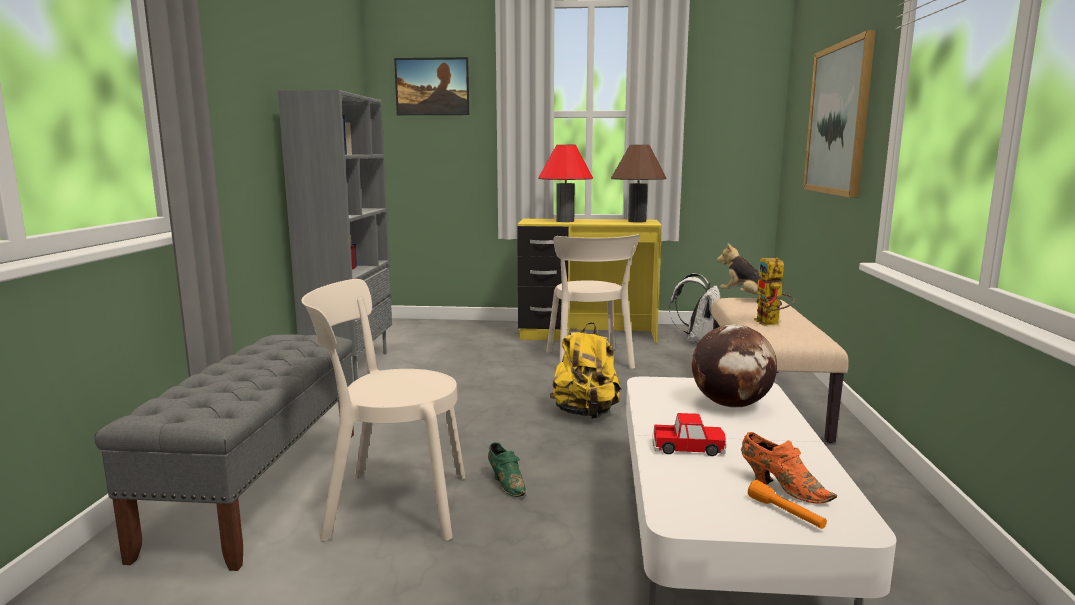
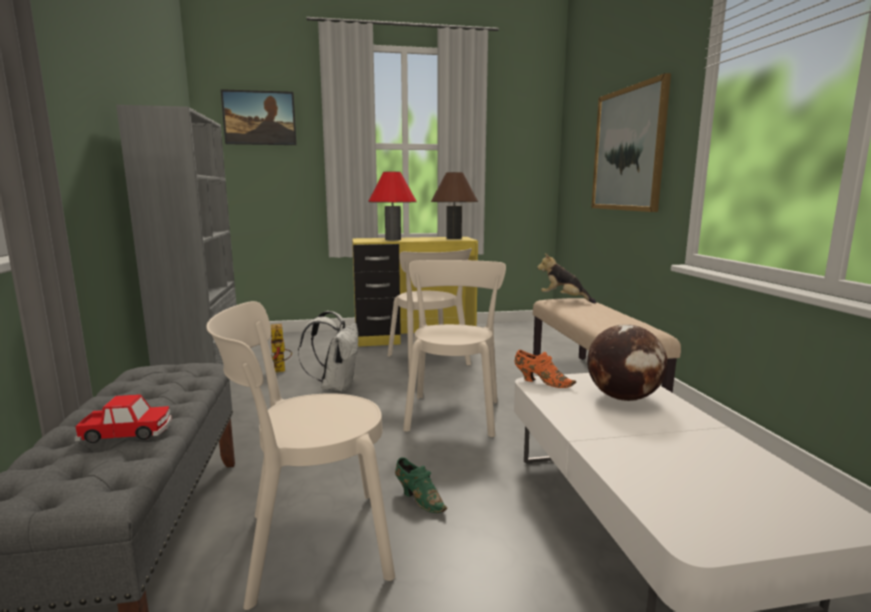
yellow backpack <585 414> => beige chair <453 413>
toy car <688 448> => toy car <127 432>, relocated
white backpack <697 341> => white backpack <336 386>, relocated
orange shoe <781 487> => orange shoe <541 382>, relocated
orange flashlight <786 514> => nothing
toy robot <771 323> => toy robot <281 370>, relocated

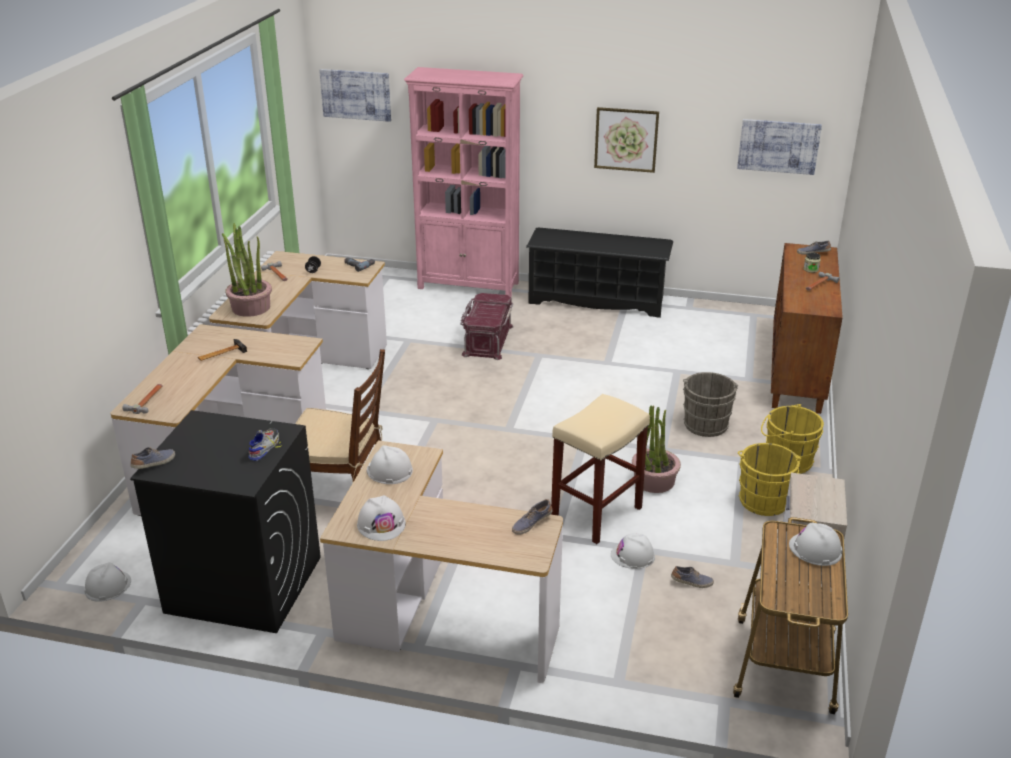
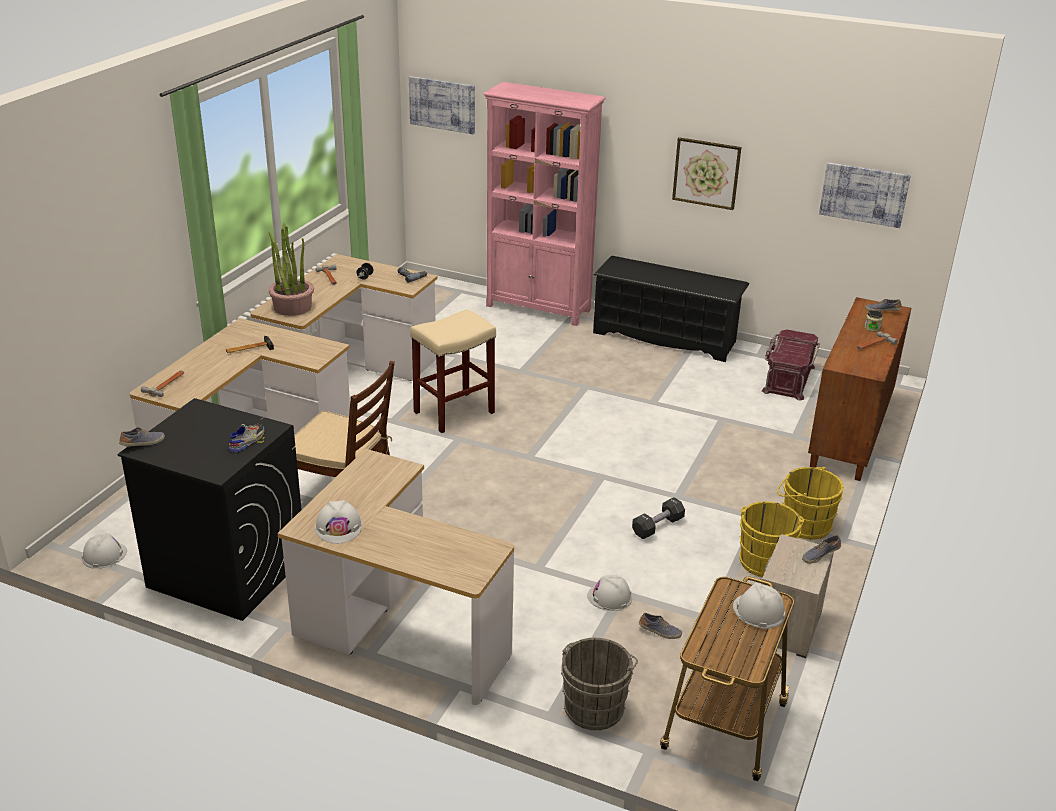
white hard hat <389 470> => nothing
red storage box <487 340> => red storage box <787 379>, relocated
shoe <531 523> => shoe <820 555>, relocated
beige stool <596 514> => beige stool <453 413>, relocated
potted plant <653 481> => black dumbbell <657 526>
grey bucket <705 423> => grey bucket <595 706>, relocated

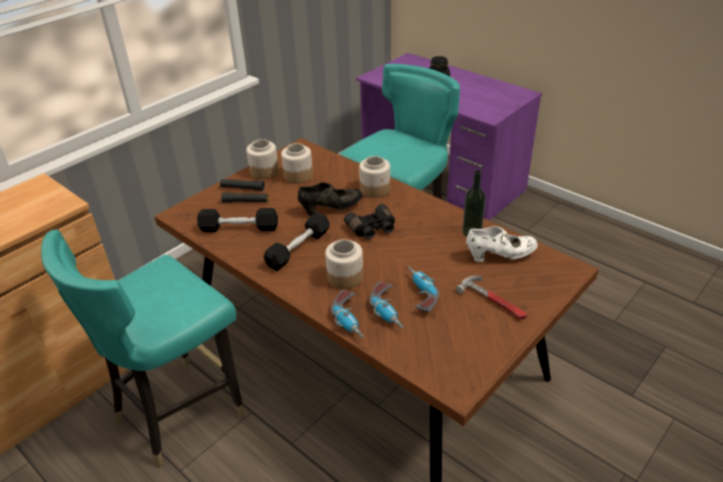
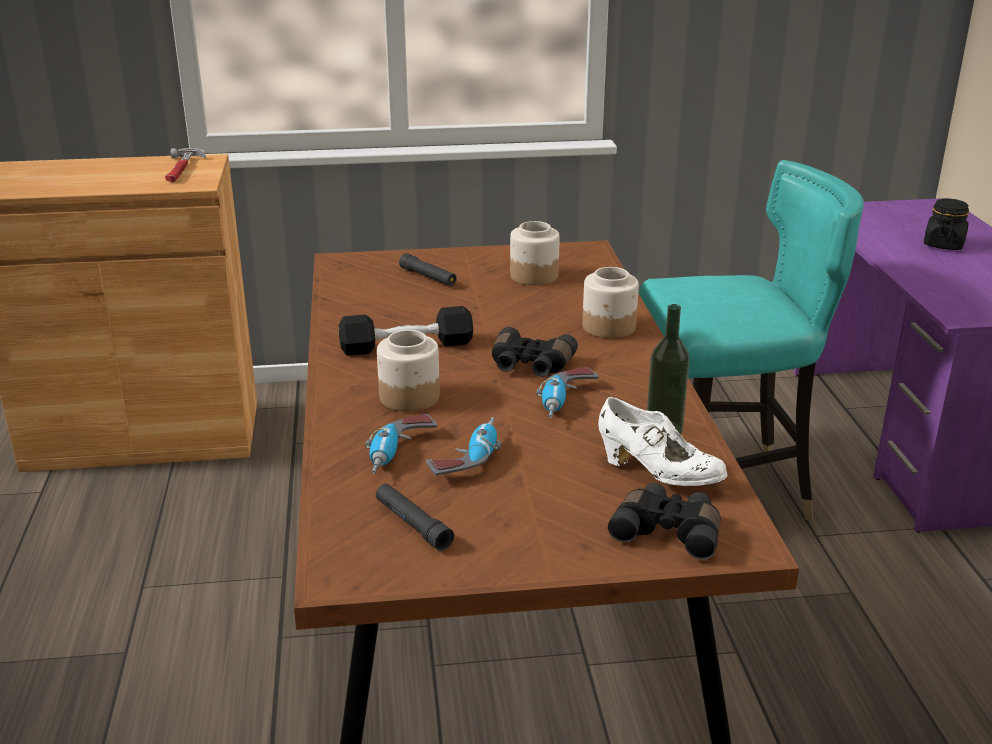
turquoise chair <180 412> => nothing
black dumbbell <239 228> => nothing
black flashlight <242 188> => black flashlight <413 524>, relocated
jar <264 171> => nothing
black shoe <331 209> => nothing
power drill <351 320> => power drill <566 403>, relocated
hammer <494 301> => hammer <182 169>, relocated
nothing => black binoculars <668 531>

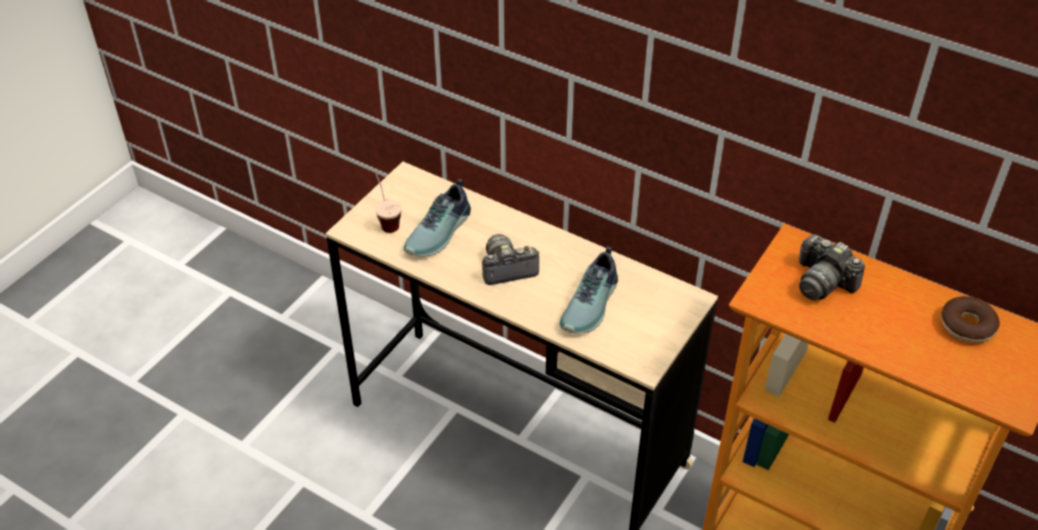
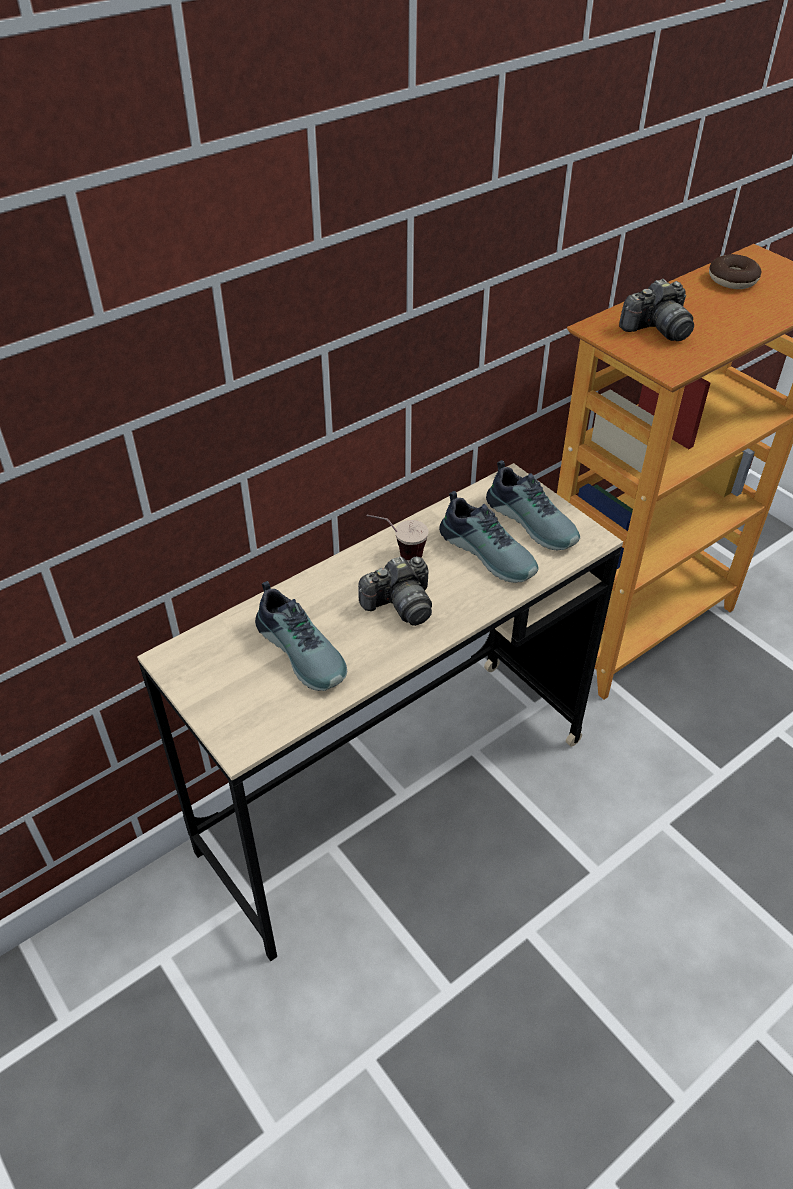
cup <386 220> => cup <397 555>, relocated
photo camera <507 269> => photo camera <400 605>, 120 degrees counterclockwise
nothing => shoe <533 521>

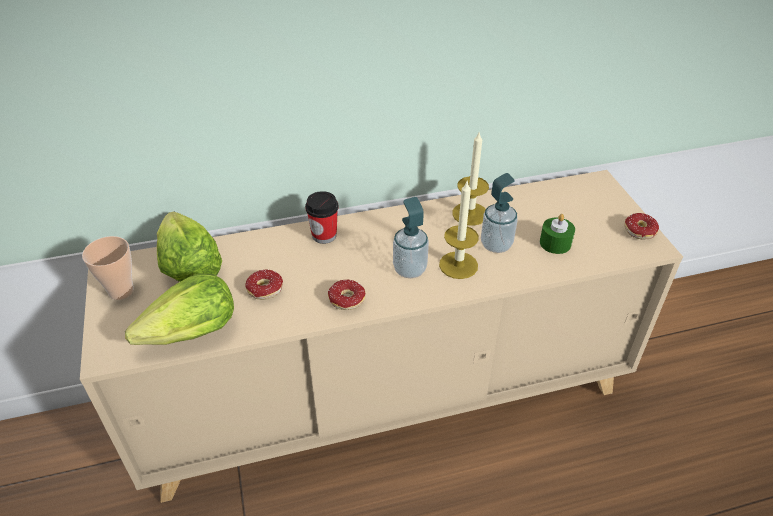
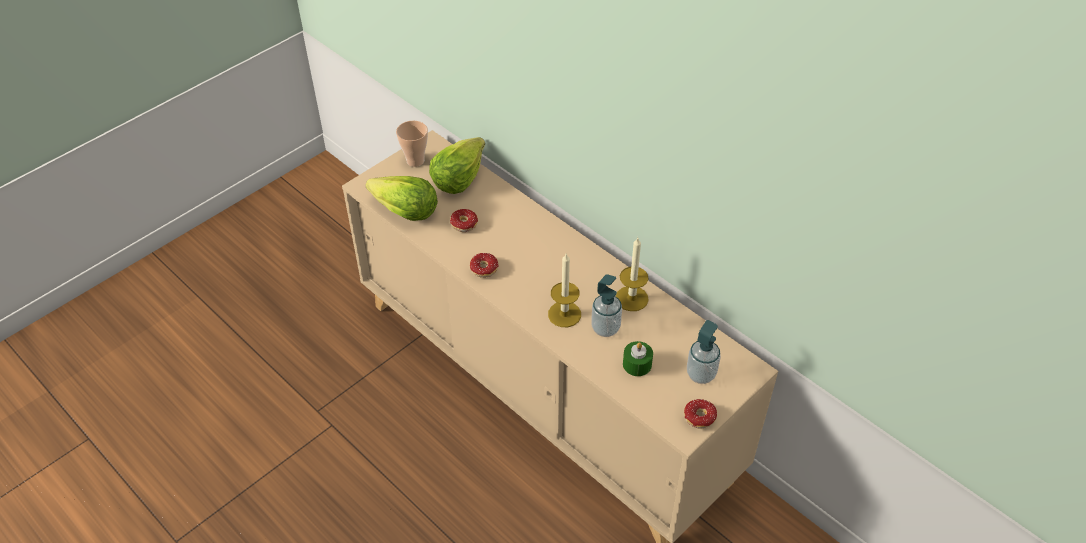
cup <324 235> => nothing
soap dispenser <410 269> => soap dispenser <701 374>, relocated

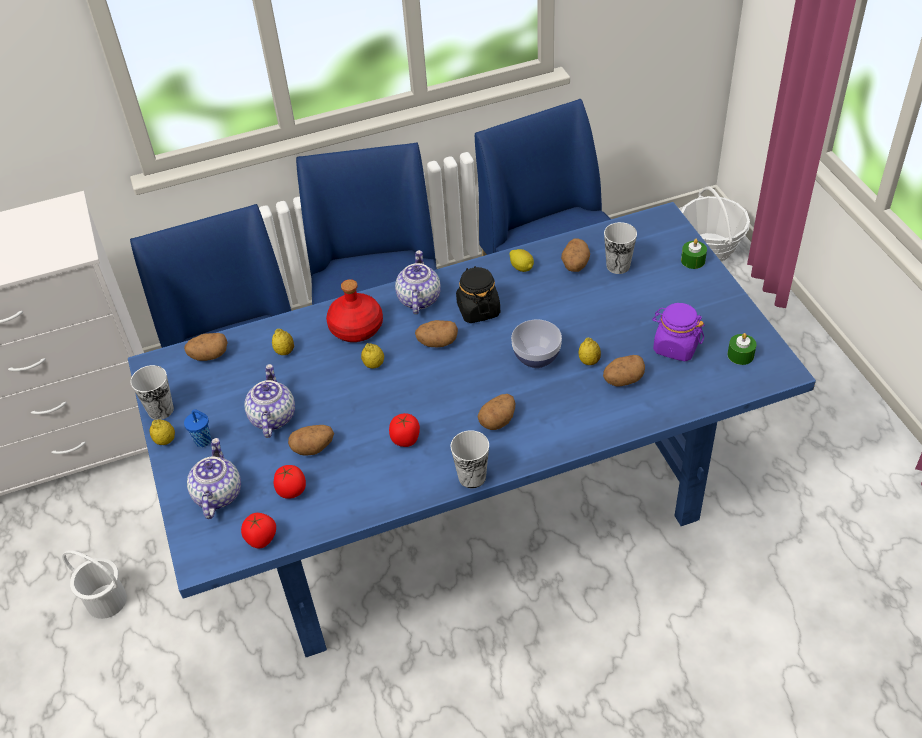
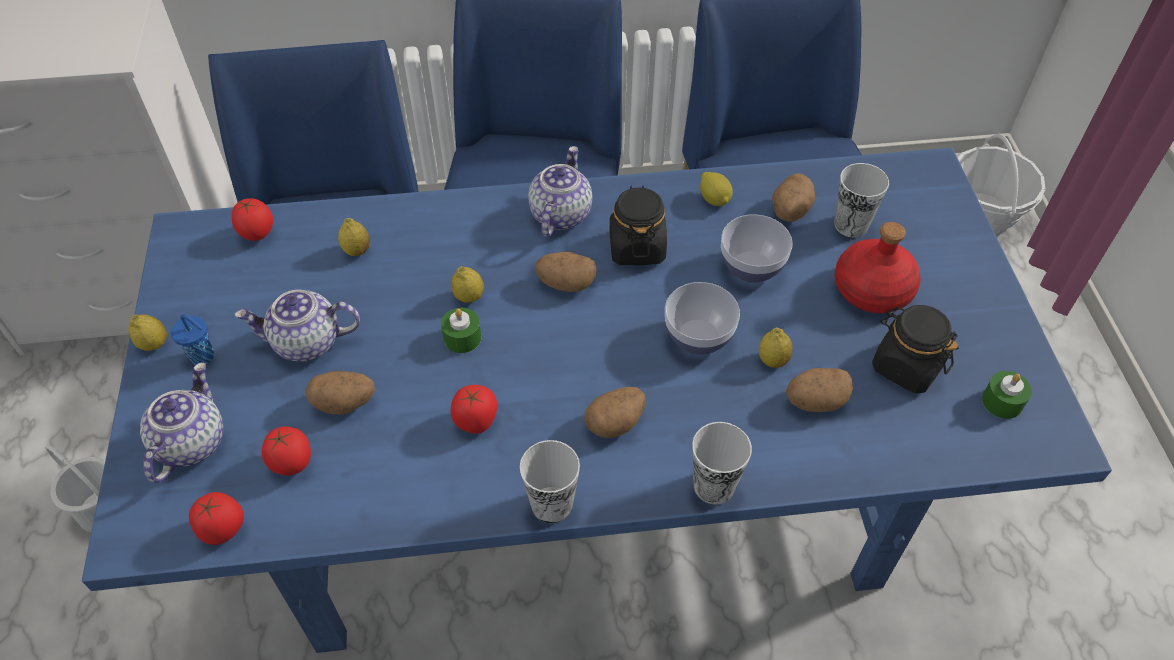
cup <160 410> => cup <713 486>, relocated
potato <209 355> => tomato <257 234>
teapot <272 417> => teapot <306 343>, 105 degrees counterclockwise
red bottle <356 327> => red bottle <871 289>, relocated
purple jar <675 347> => black jar <906 366>
green candle <693 260> => green candle <462 337>, relocated
nothing => bowl <751 268>

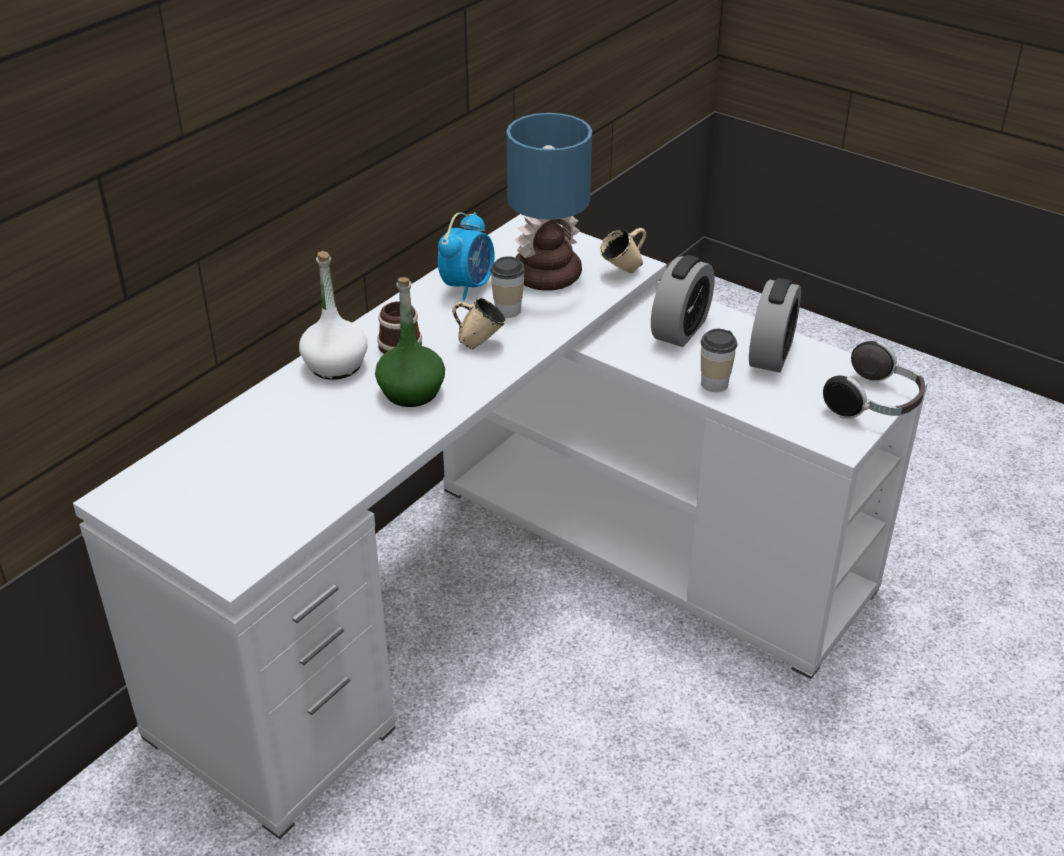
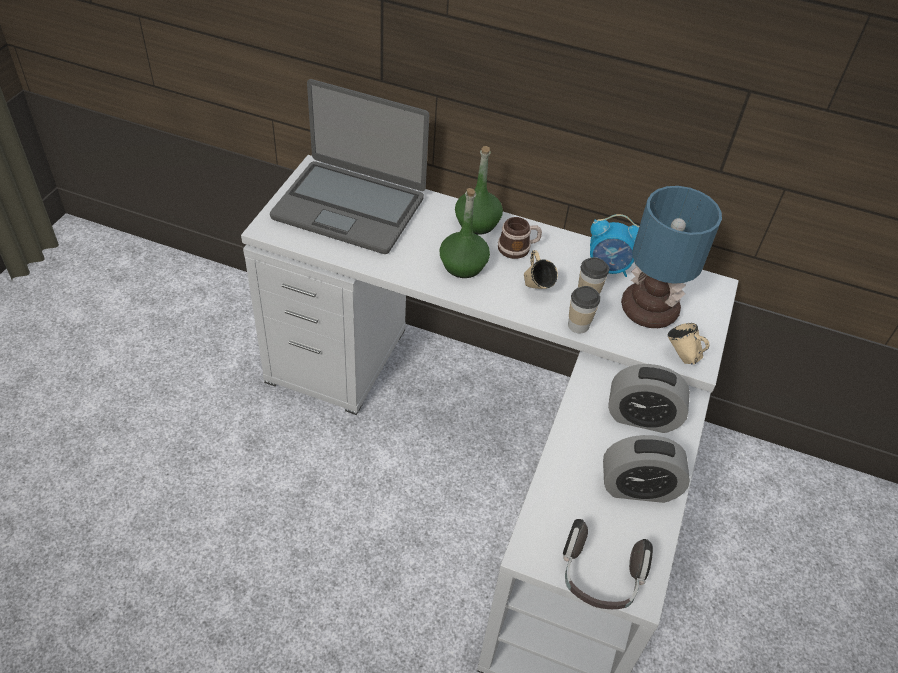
white bottle <336 365> => green bottle <477 223>
cup <714 384> => cup <578 325>, relocated
nothing => laptop <350 207>

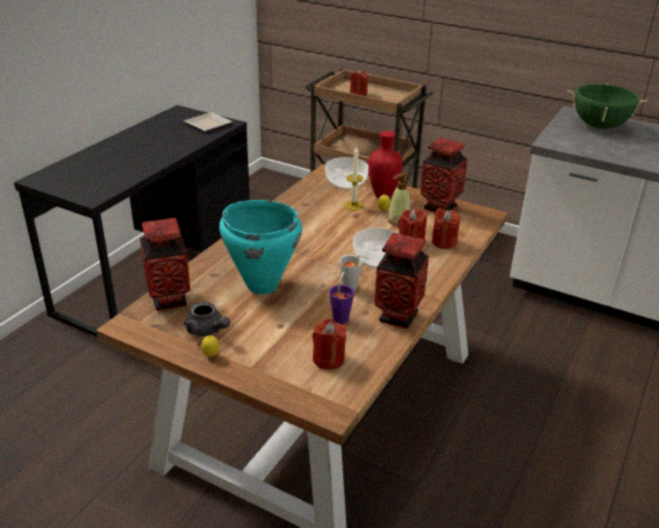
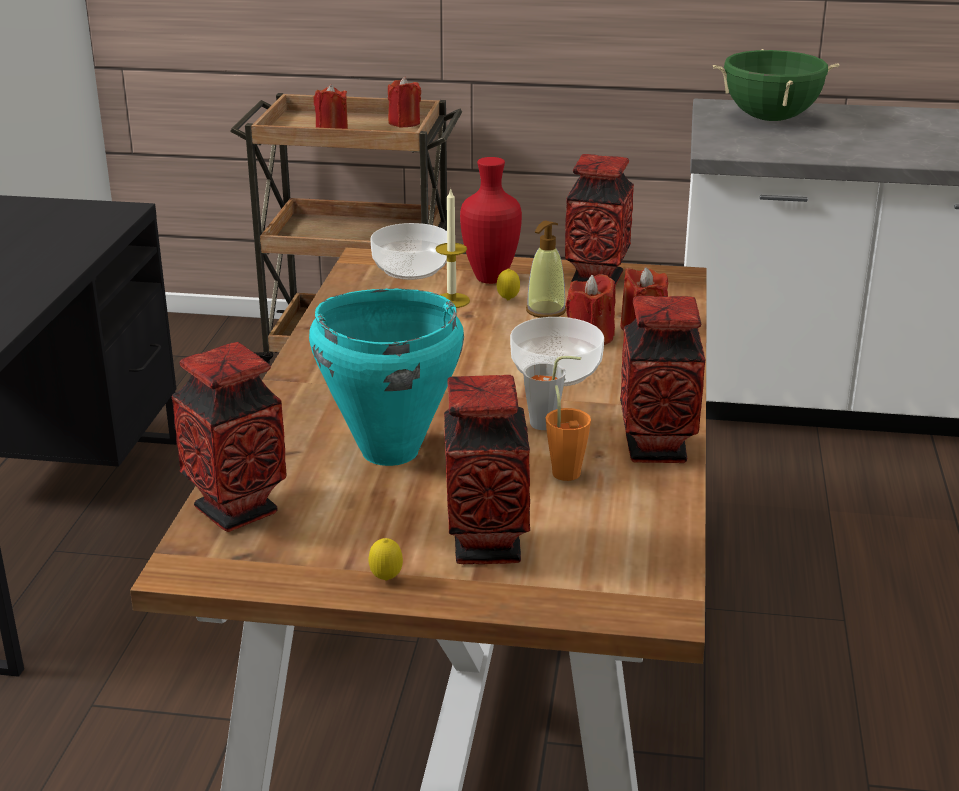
grey teapot <207 330> => nothing
plate <206 124> => nothing
red candle <328 359> => red candle <404 123>, relocated
purple cup <341 317> => orange cup <565 469>
nothing => vase <486 547>

